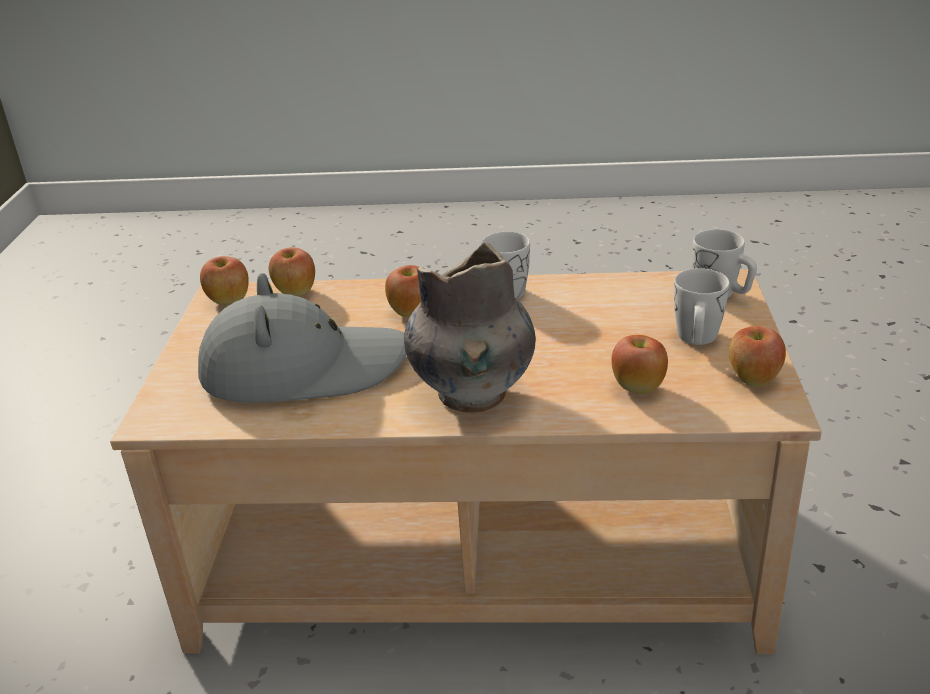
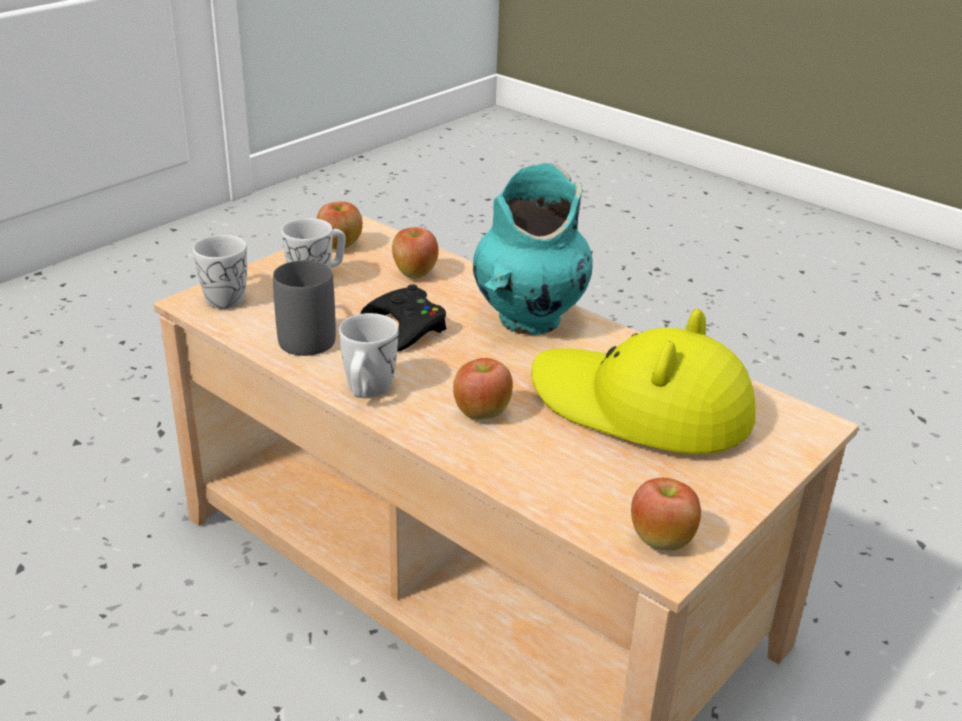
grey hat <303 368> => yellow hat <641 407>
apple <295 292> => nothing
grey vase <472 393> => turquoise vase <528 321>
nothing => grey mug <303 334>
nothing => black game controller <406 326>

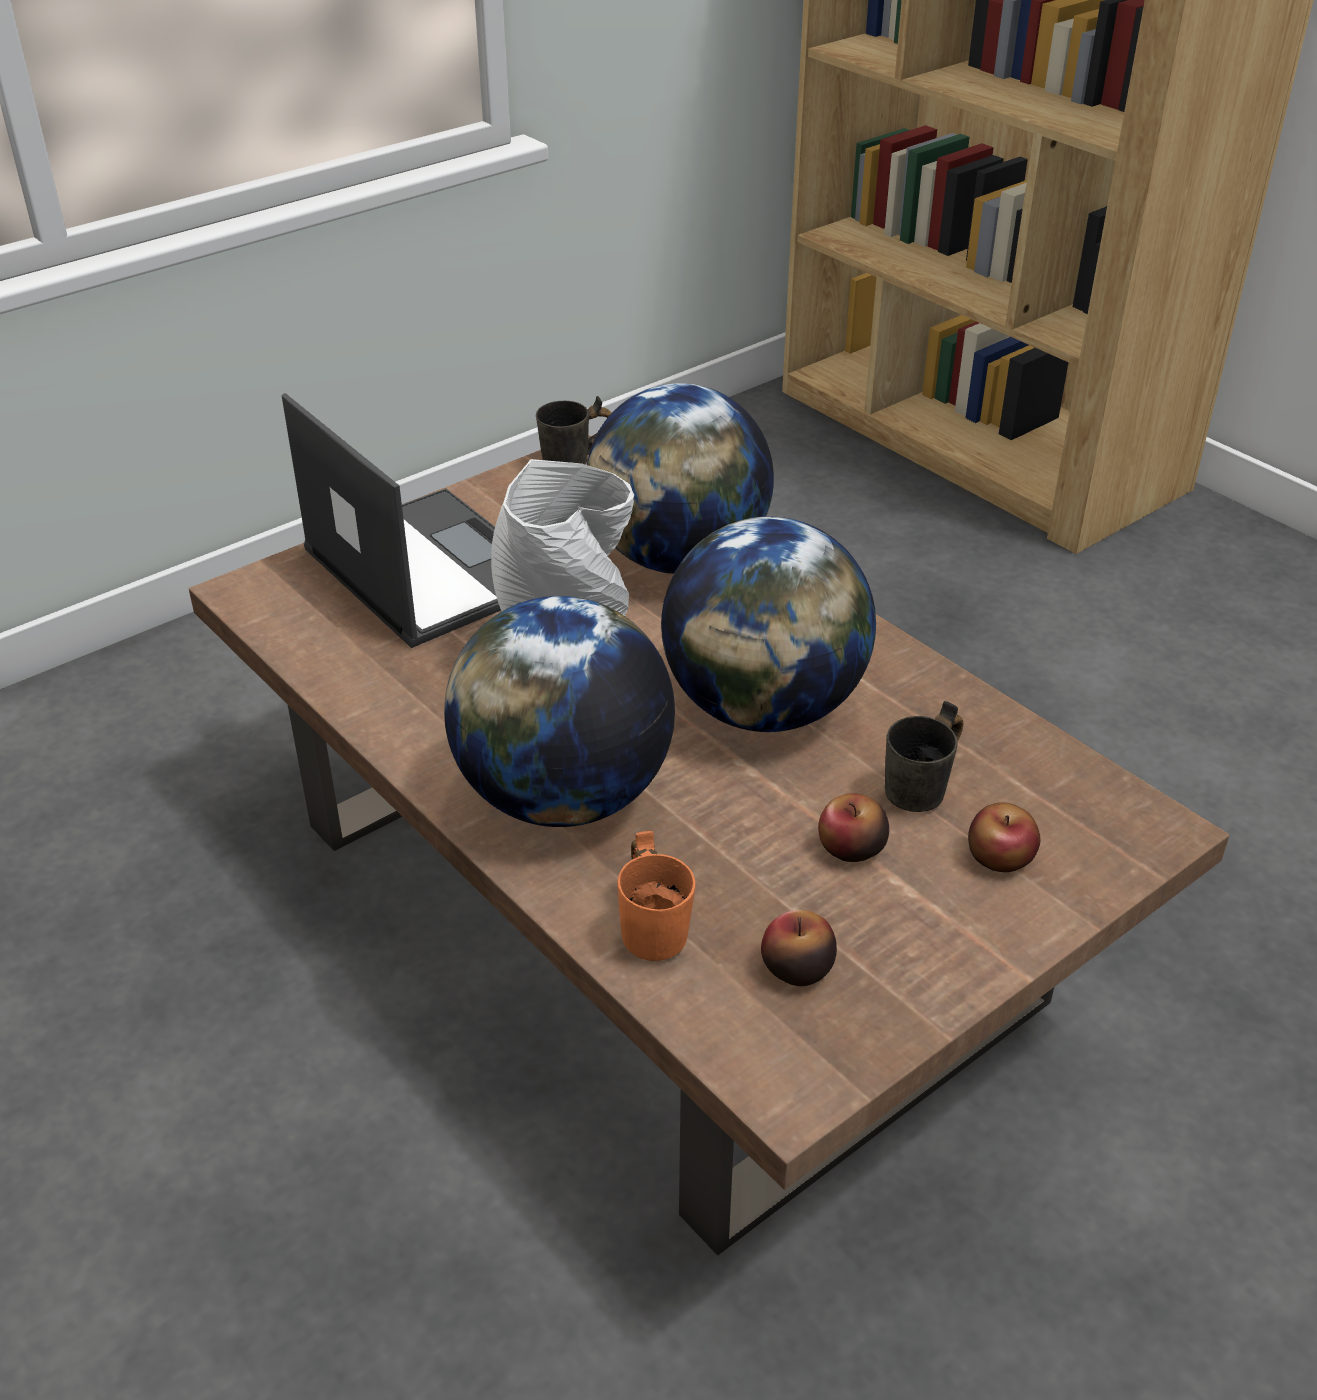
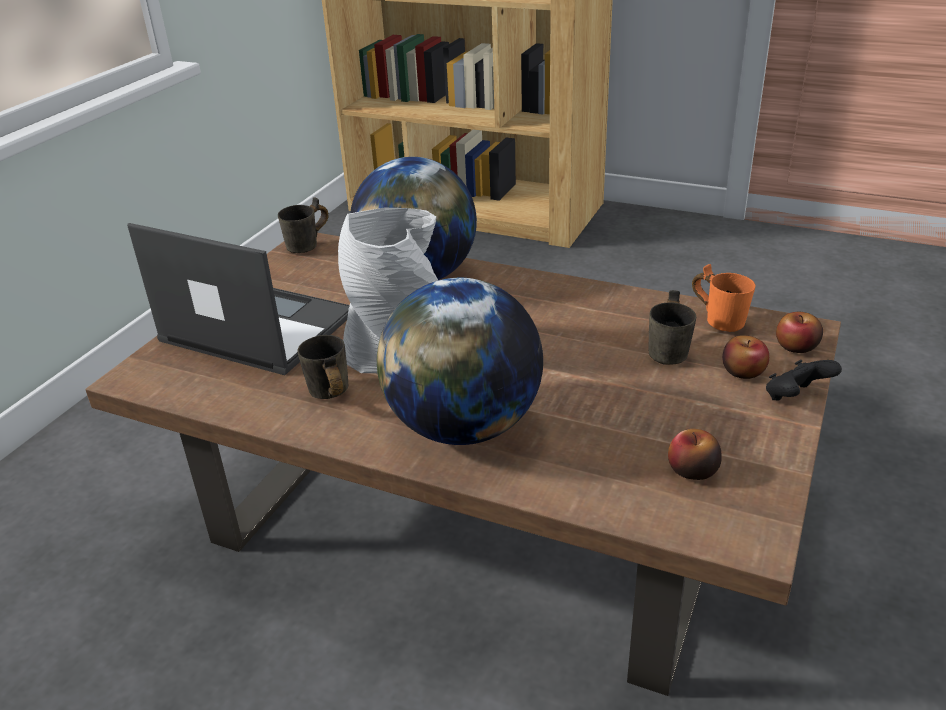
orange mug <659 927> => orange mug <721 319>, relocated
globe <763 709> => nothing
apple <851 848> => apple <796 347>, relocated
nothing => grey mug <326 397>
nothing => black game controller <795 398>

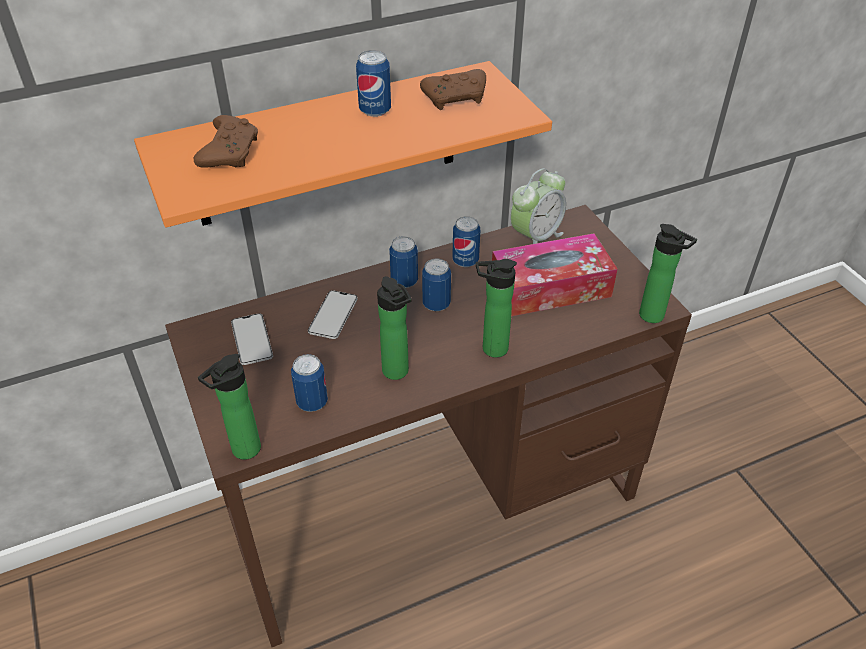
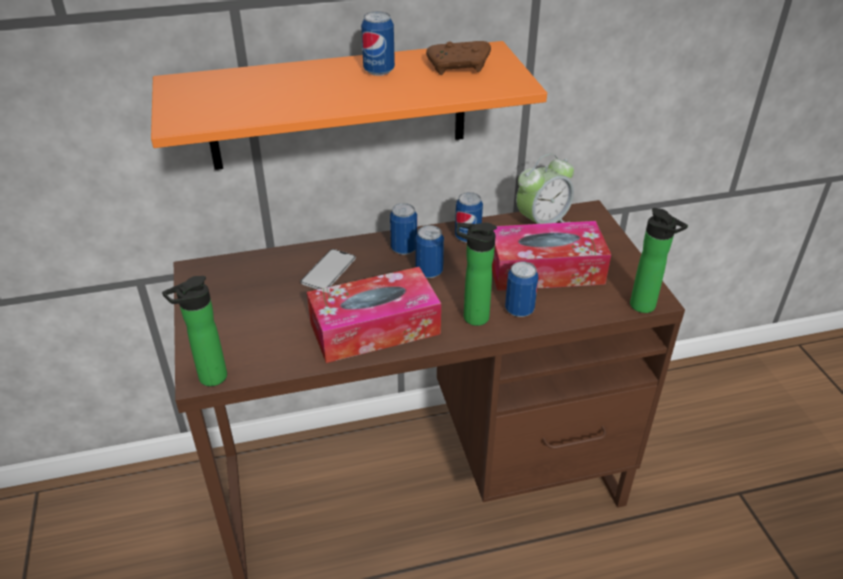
brown game controller <230 153> => nothing
phone <252 339> => nothing
can <312 402> => can <519 310>, relocated
bottle <397 373> => tissue box <374 328>

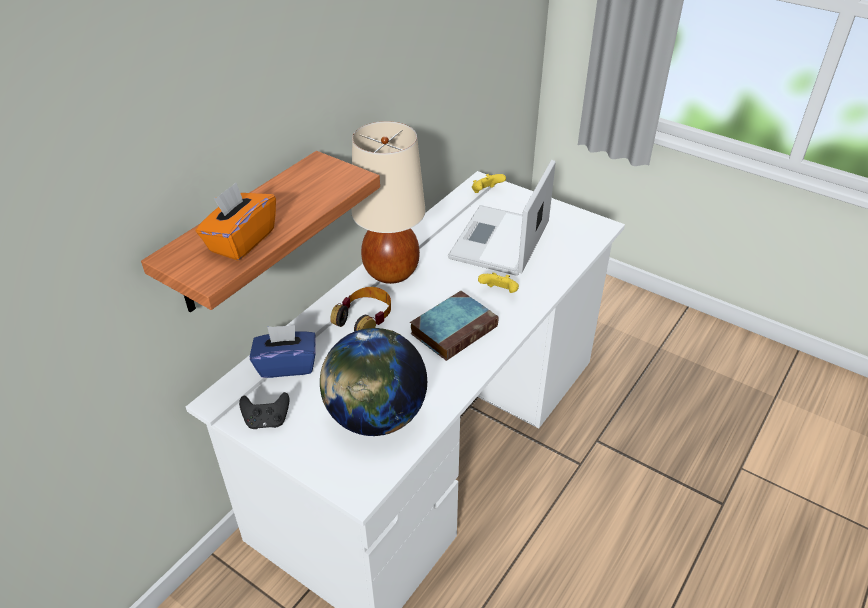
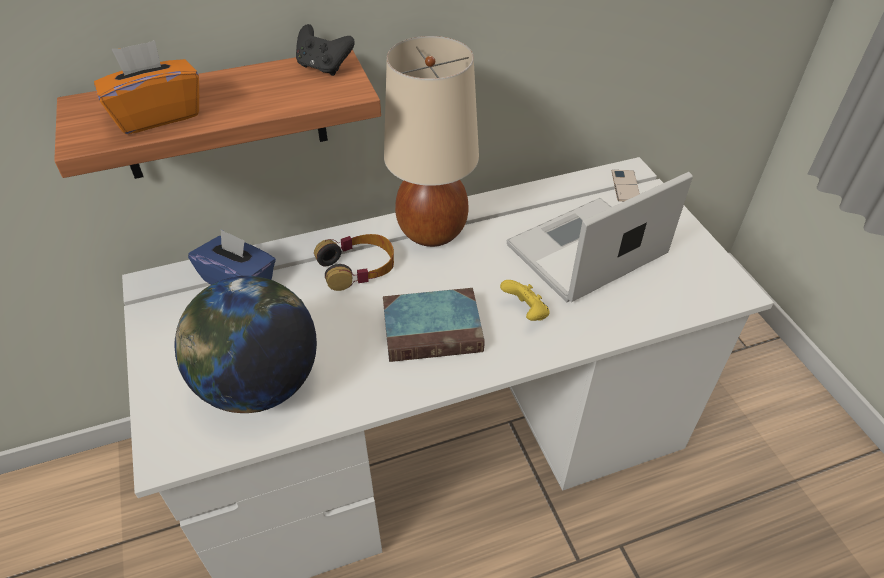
black game controller <267 421> => black game controller <324 67>, relocated
yellow game controller <486 192> => phone <625 186>

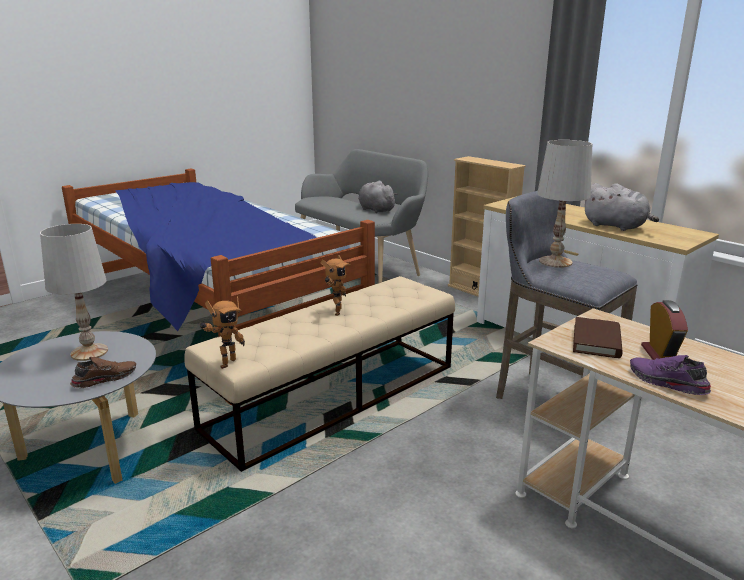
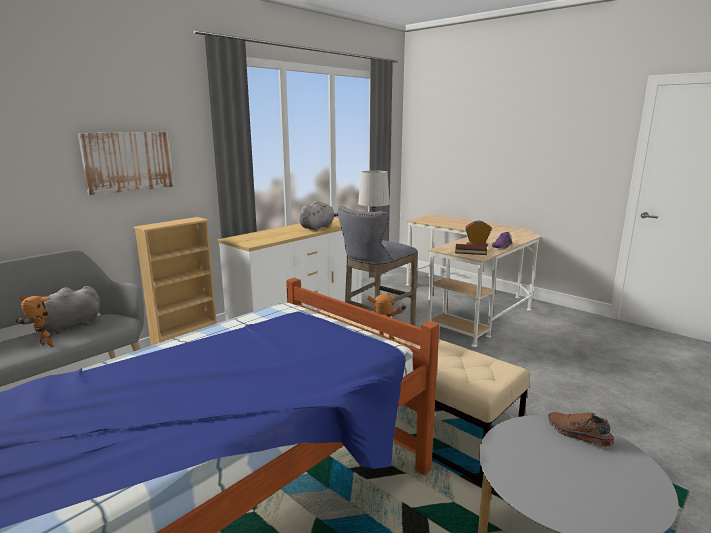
white table lamp <90 352> => nothing
toy robot <225 363> => toy robot <44 346>, relocated
nothing => picture <128 161>

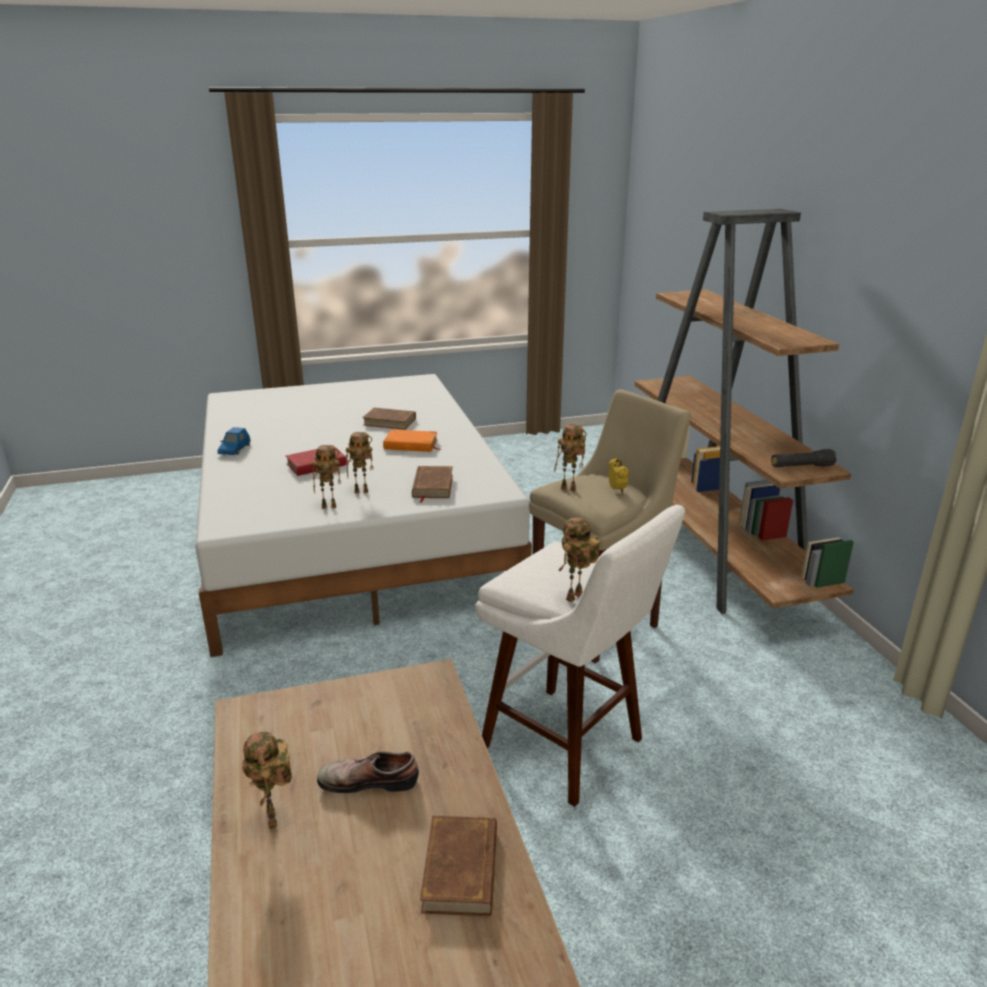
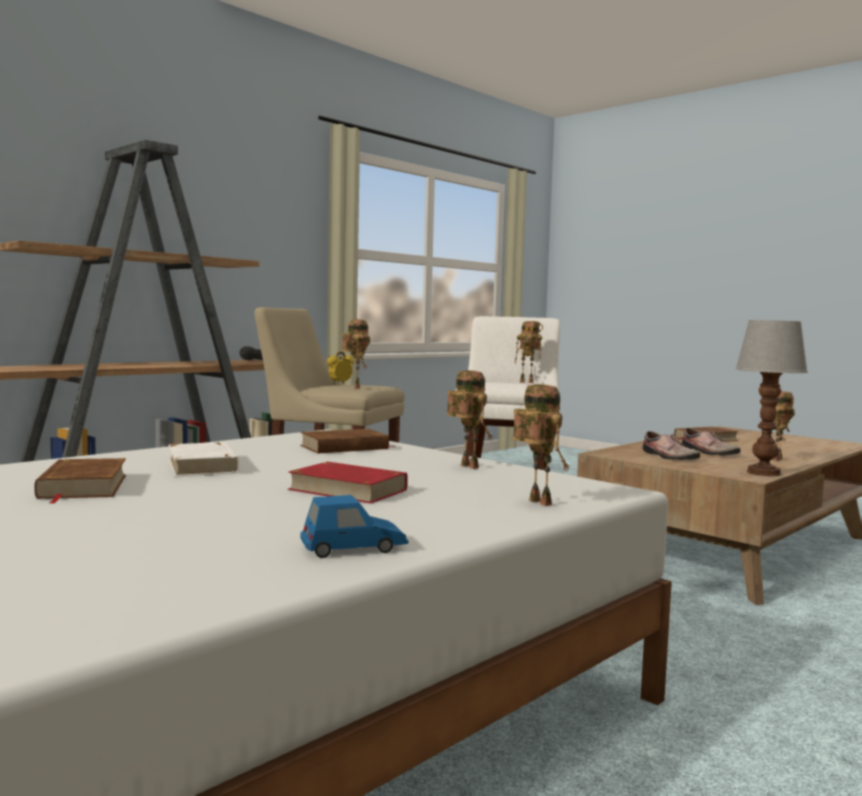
toy robot <362 491> => toy robot <536 502>, relocated
orange book <411 445> => white book <203 466>
nothing => shoe <667 457>
nothing => table lamp <762 472>

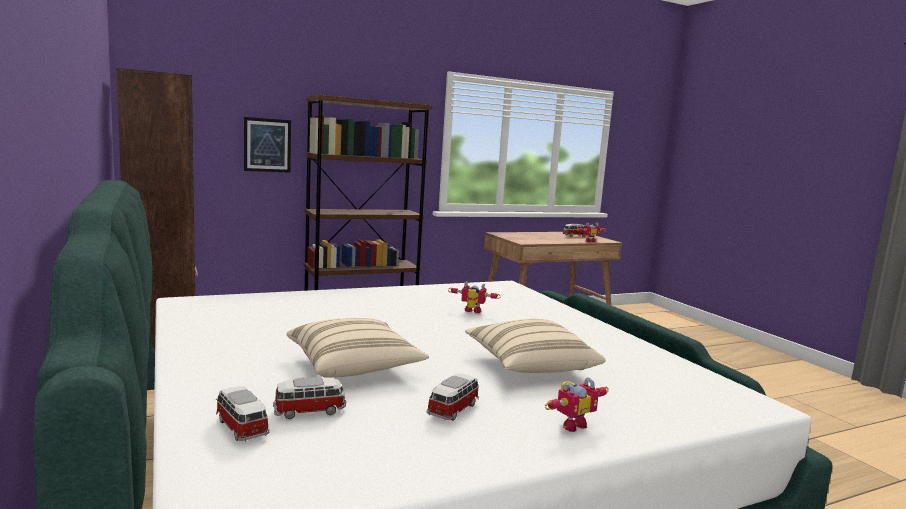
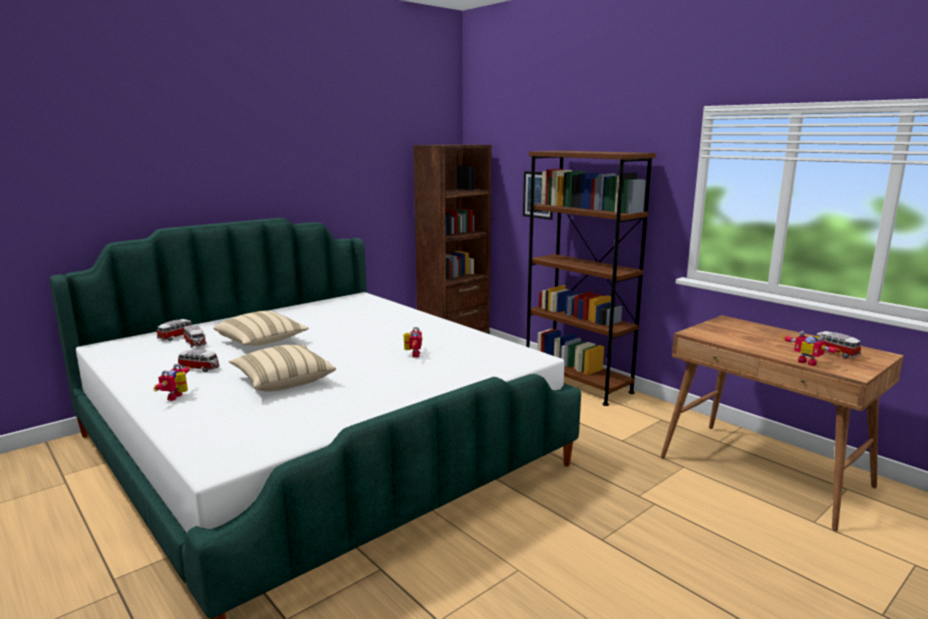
toy robot <571 424> => toy robot <178 397>, 60 degrees clockwise

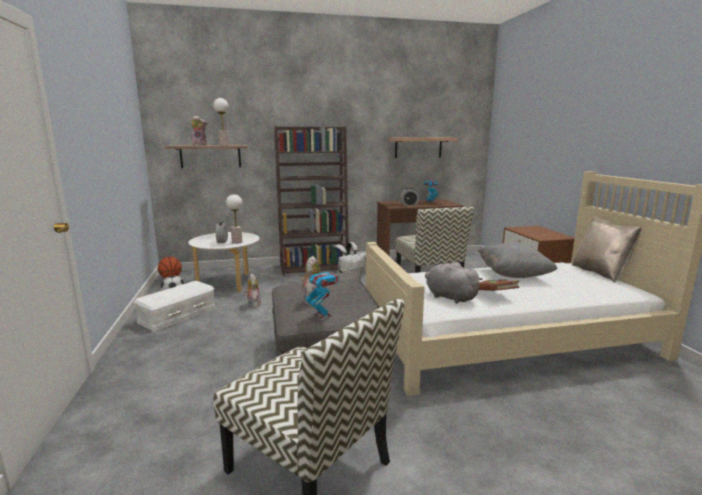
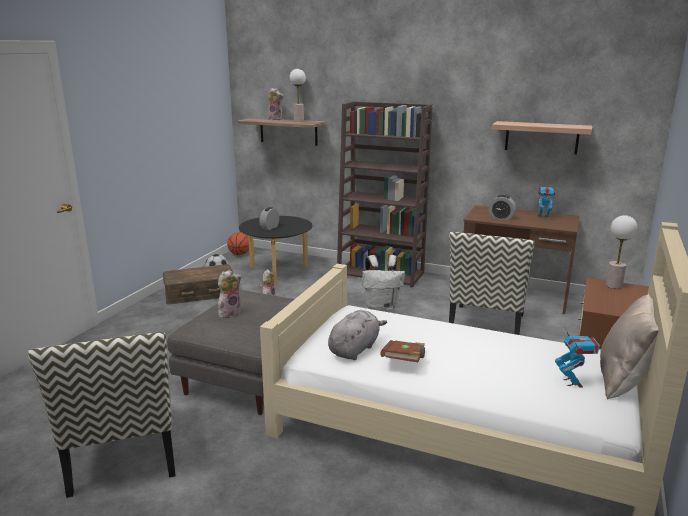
white storage box <177 314> => brown storage box <200 293>
white coffee table <228 283> => black coffee table <277 271>
table lamp <237 242> => table lamp <613 286>, relocated
toy robot <323 314> => toy robot <573 382>, relocated
grey plush toy <449 297> => grey plush toy <355 349>, 45 degrees clockwise
grey pillow <513 275> => nothing

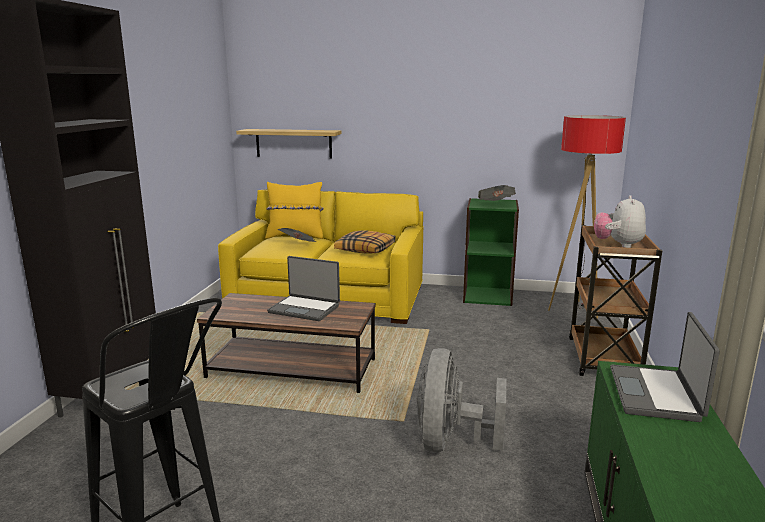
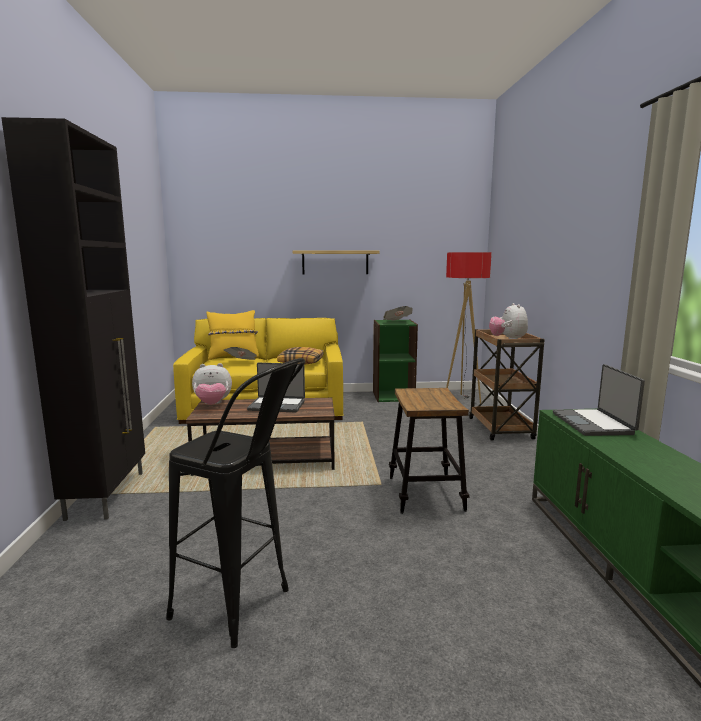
shelf <293 143> => shelf <335 262>, relocated
grey fan <450 442> => stool <425 493>
nothing => plush toy <212 404>

